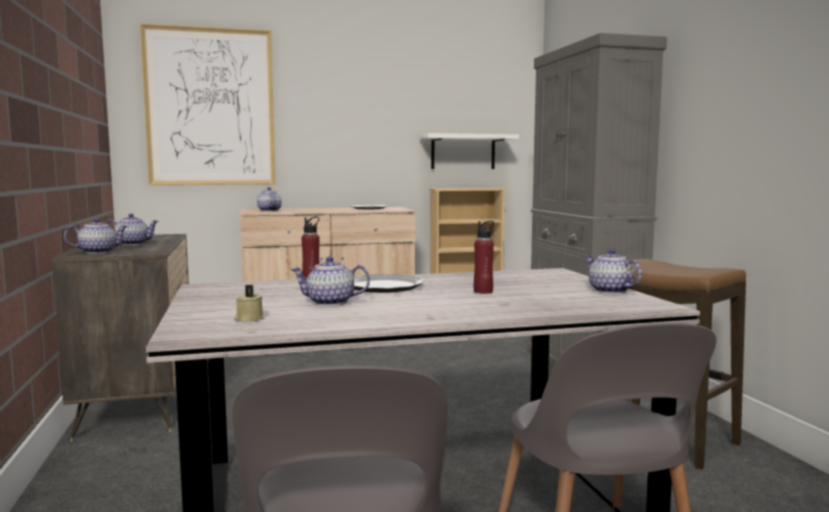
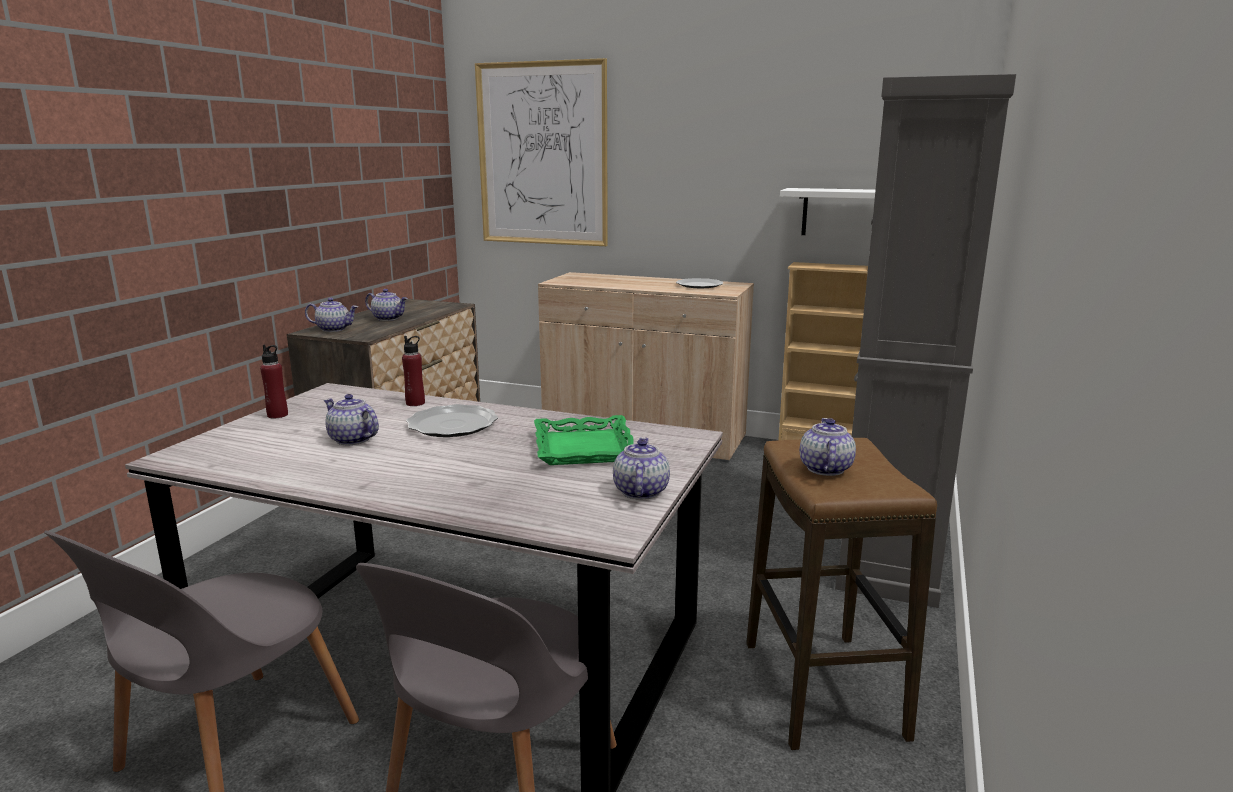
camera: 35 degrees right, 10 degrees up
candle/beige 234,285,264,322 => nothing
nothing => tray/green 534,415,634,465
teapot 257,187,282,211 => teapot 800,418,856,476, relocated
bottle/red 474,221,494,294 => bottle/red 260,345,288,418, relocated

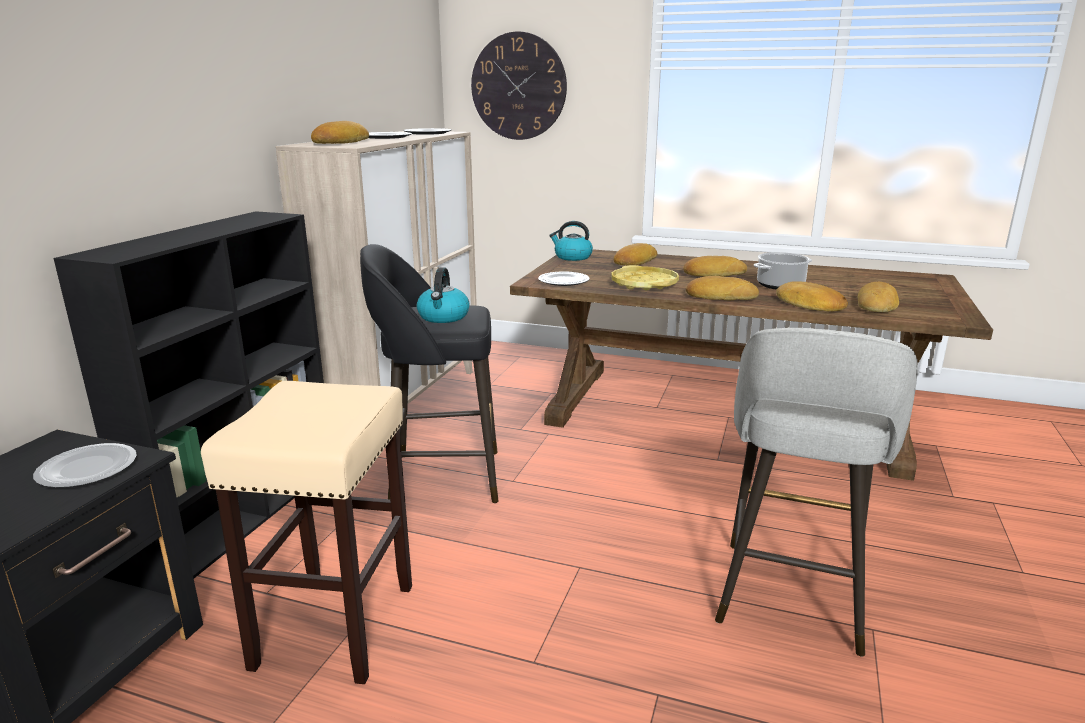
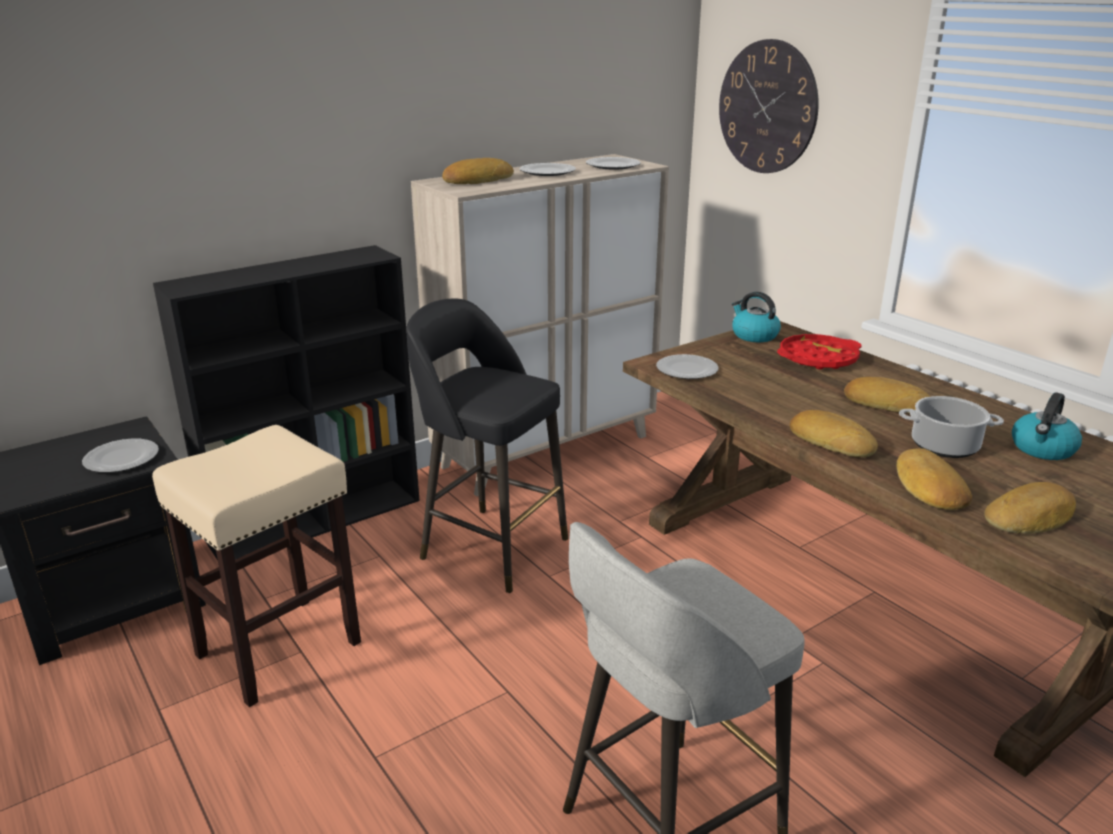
camera: 35 degrees right, 5 degrees up
tray/yellow 611,265,679,290 => nothing
kettle 417,268,469,323 => kettle 1012,392,1082,460, relocated
bread 614,243,657,266 => tray/red 777,334,862,369

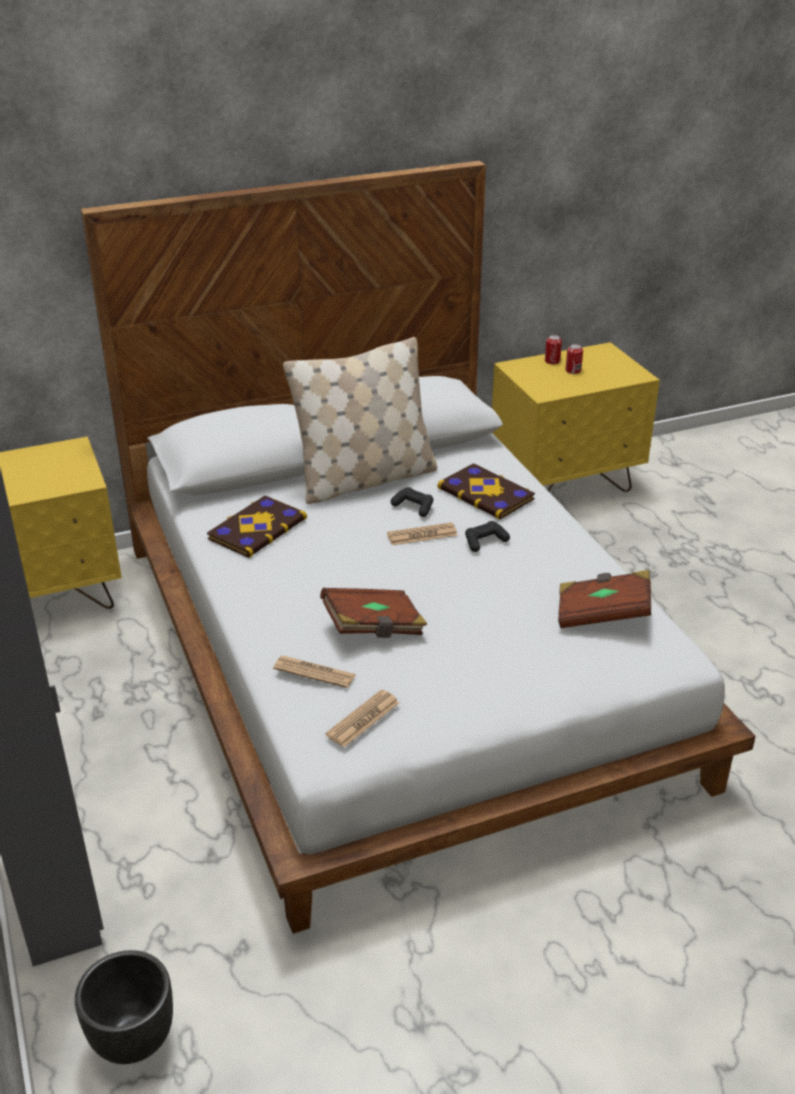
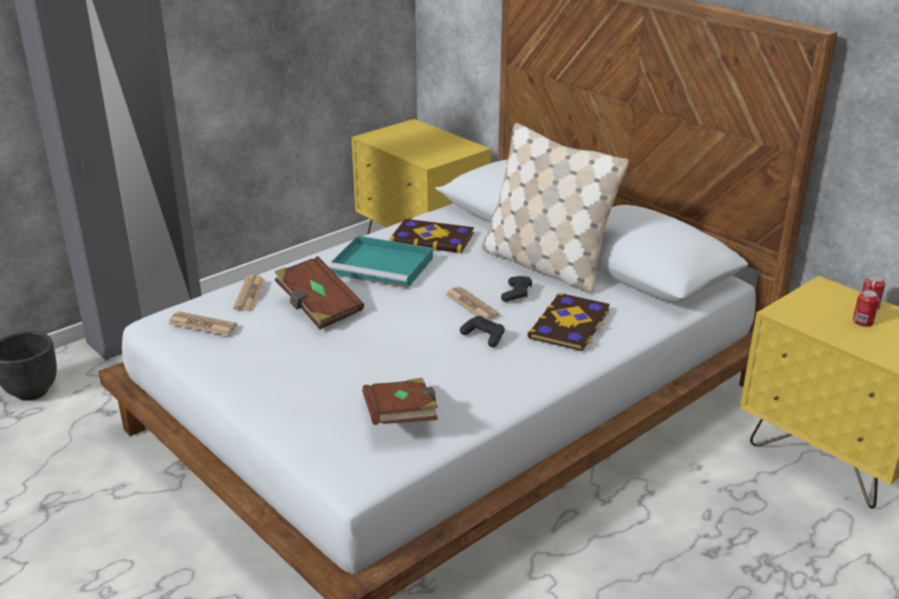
camera: 70 degrees right, 5 degrees down
nothing => tray/turquoise 329,236,433,288

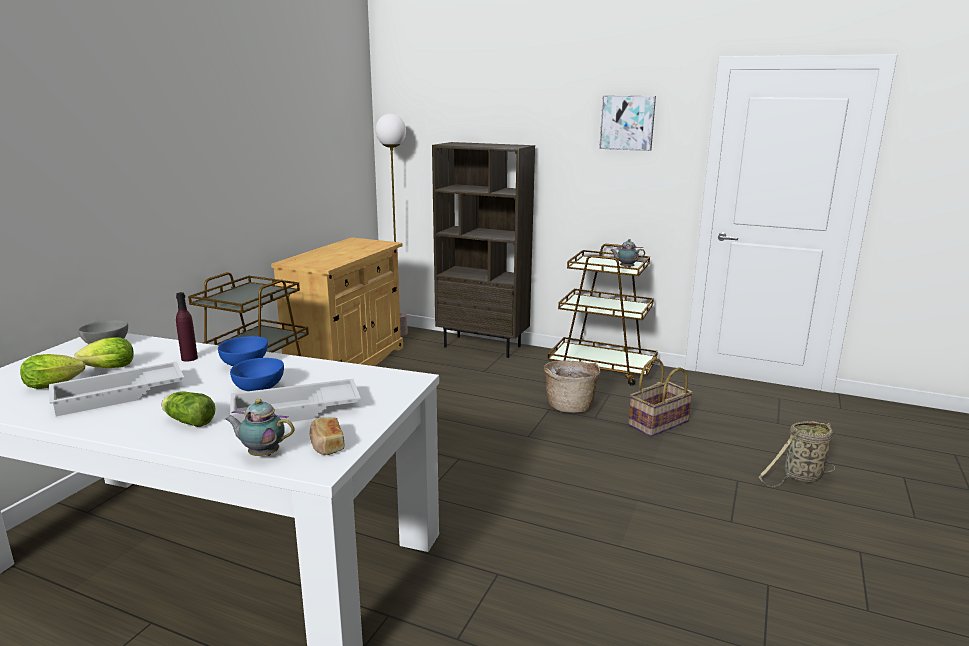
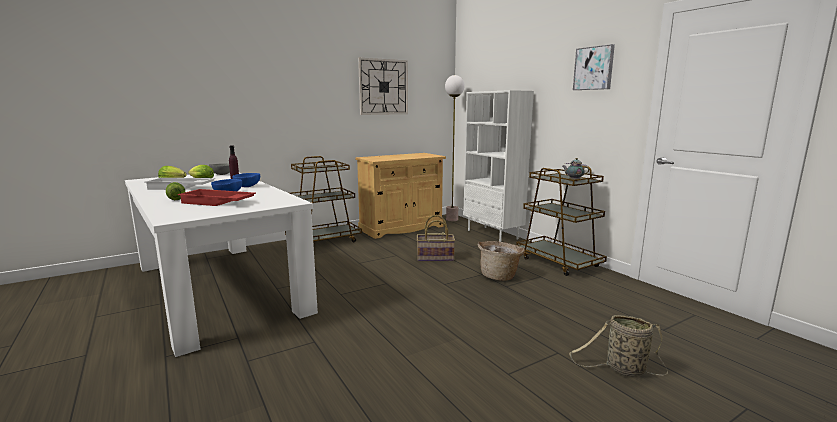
camera: 35 degrees right, 5 degrees down
teapot 225,399,295,456 => nothing
bread 310,417,345,455 => nothing
nothing => wall clock 358,58,408,115
basket 628,358,693,437 => basket 417,215,455,261, relocated
tray/white 230,379,361,423 => tray/red 178,189,256,206
bookcase/brown 432,142,535,358 => bookcase/white 463,90,534,242

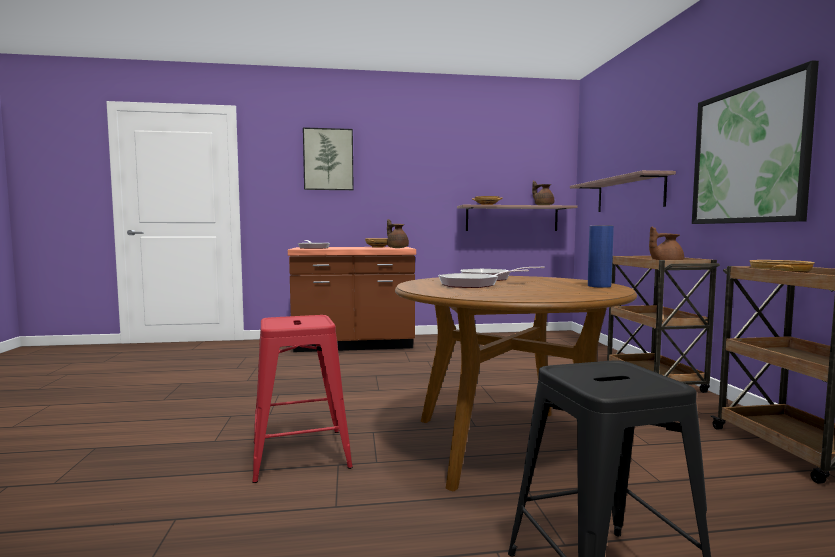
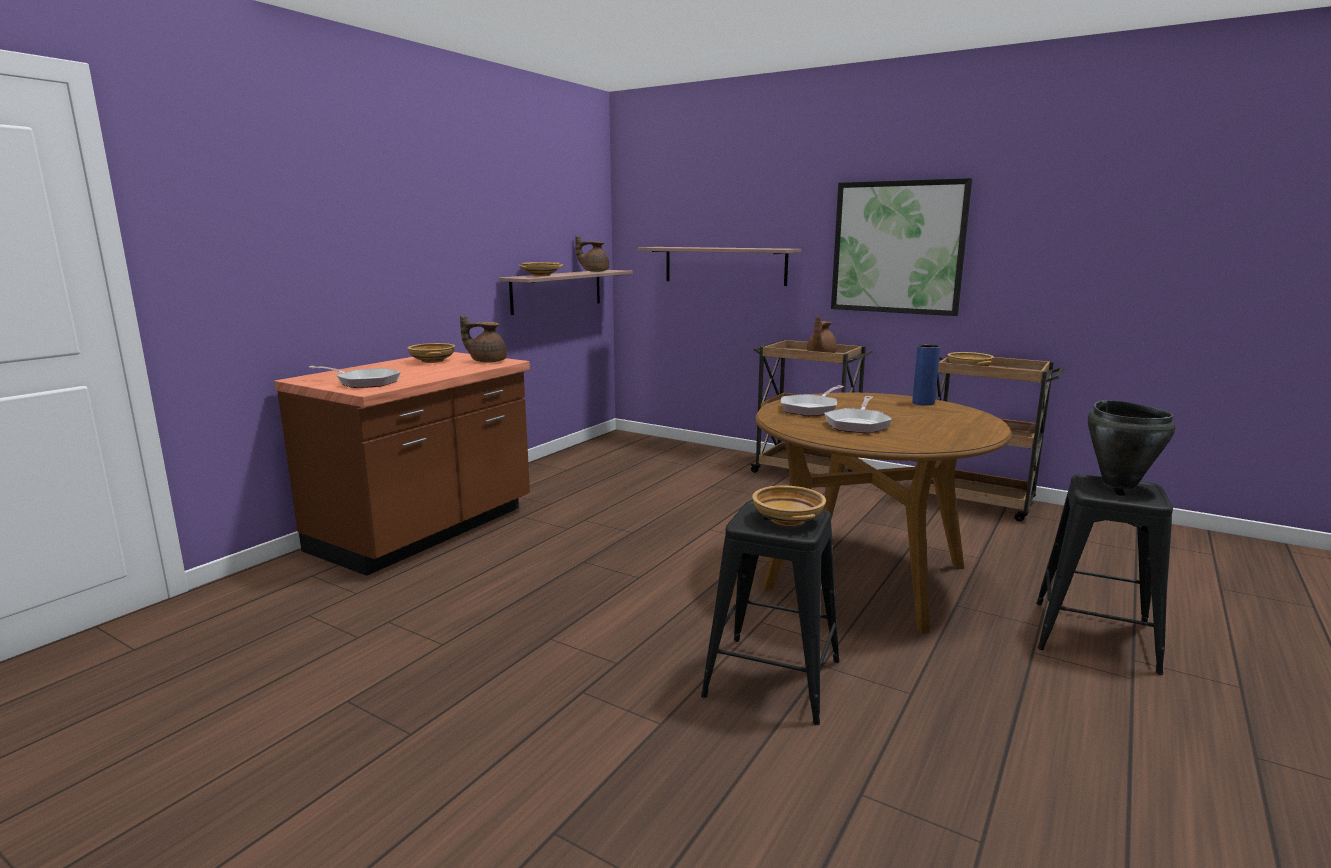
camera: 50 degrees left, 10 degrees up
picture 303,127,354,190 => nothing
nothing => bowl/beige 752,486,826,526
nothing => cooking pot/black 1088,400,1175,489
stool/red 252,315,353,483 => stool/black 701,500,840,725

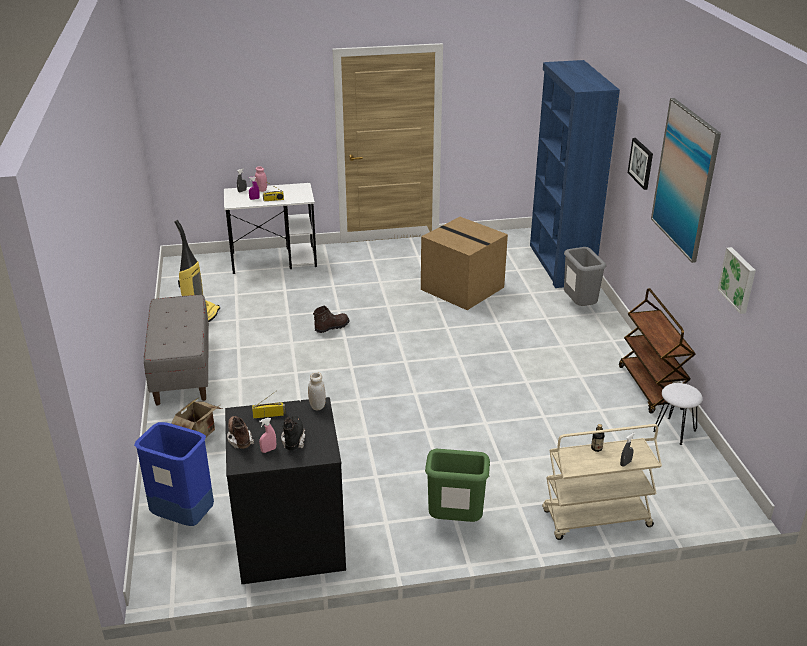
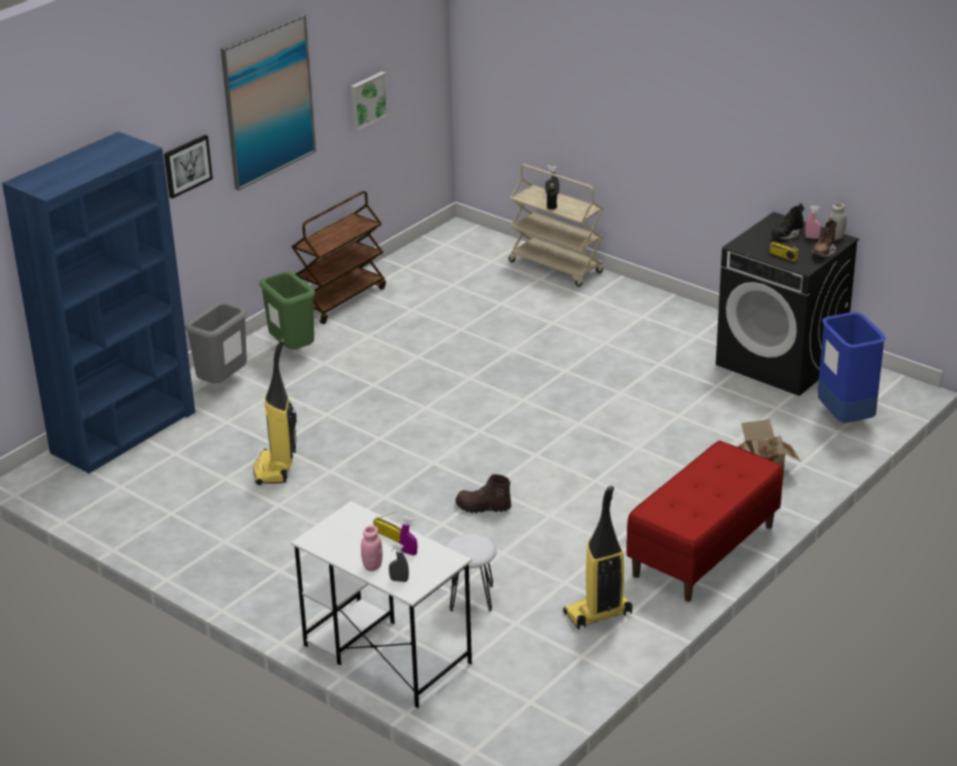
camera: 130 degrees left, 0 degrees up
jar/white 308,372,326,410 => jar/white 829,203,847,240, relocated
trash can/green 425,449,490,522 => trash can/green 259,271,315,350, relocated
stool/white 653,383,703,445 => stool/white 446,534,496,611, relocated
cardboard box 421,217,508,310 => vacuum cleaner 254,339,297,485
bench/grey 144,295,209,405 => bench/red 627,441,783,602

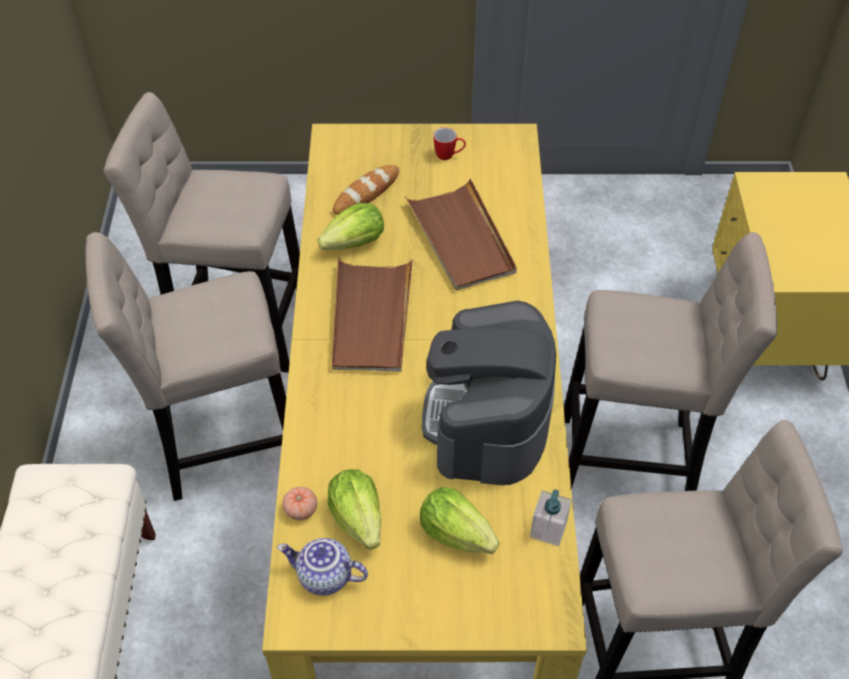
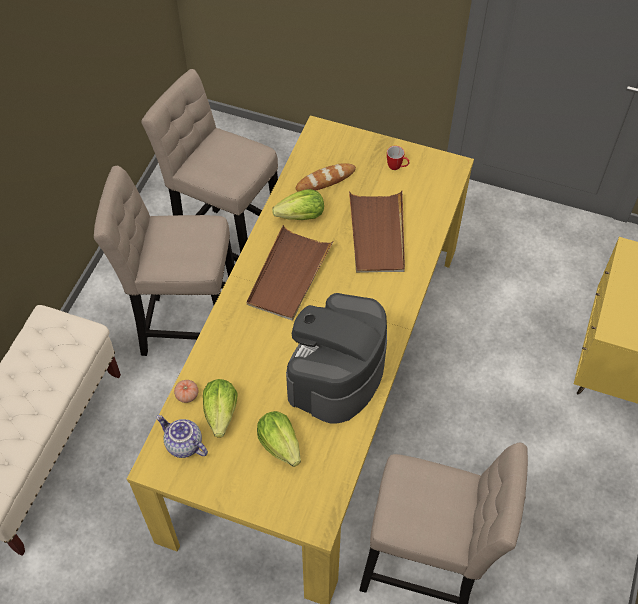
camera: 20 degrees right, 5 degrees up
soap dispenser 530,489,571,547 => nothing
stool/beige 564,232,777,491 => nothing

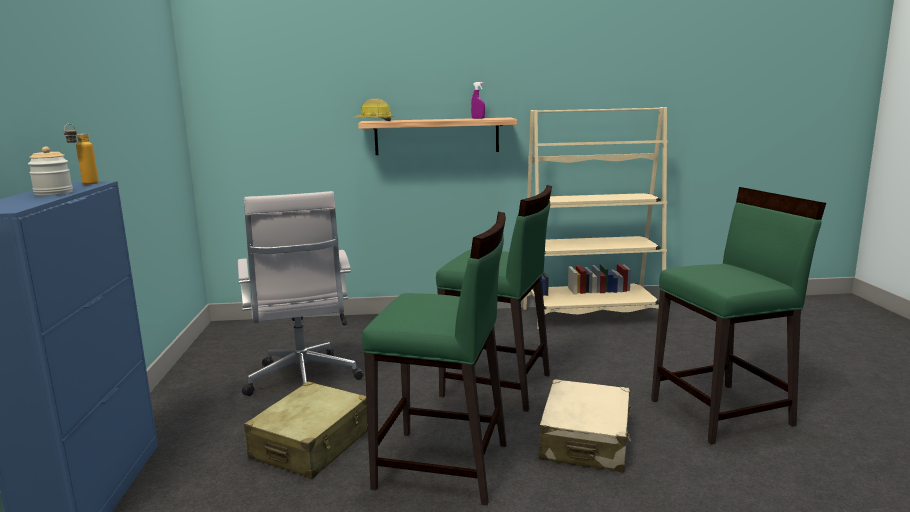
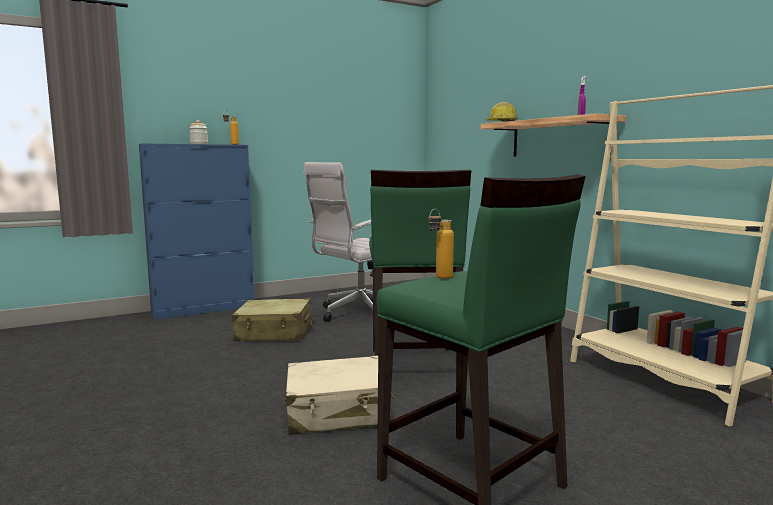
camera: 65 degrees right, 5 degrees down
stool/green 362,212,507,505 => nothing
nothing => bottle 428,209,454,279

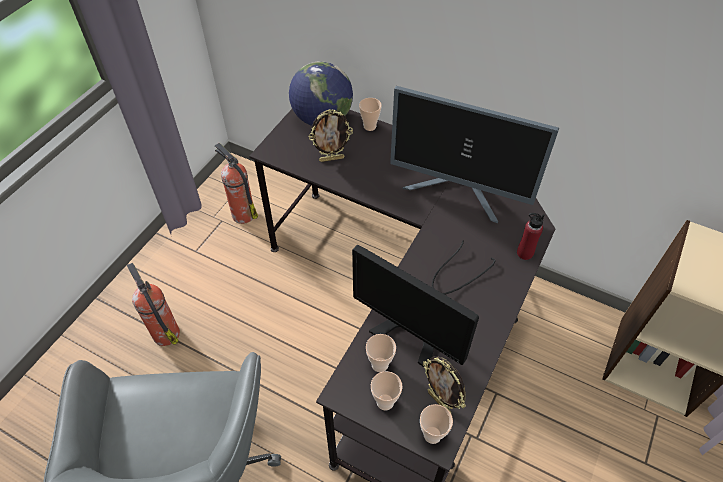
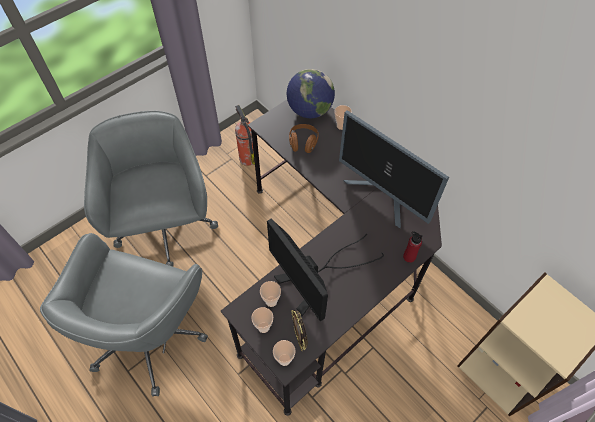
camera: 20 degrees right, 5 degrees up
fire extinguisher 127,263,180,346 => office chair/grey 84,111,218,267
picture frame 308,109,353,162 => headphones/brown 289,124,319,153

